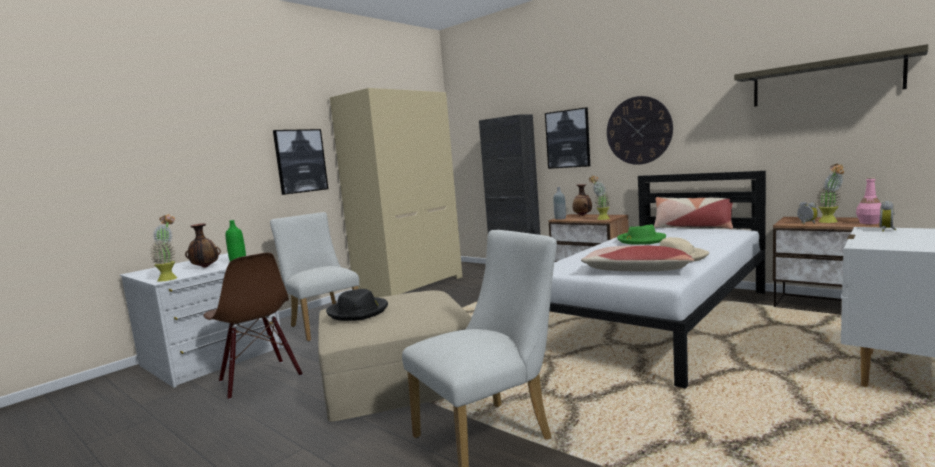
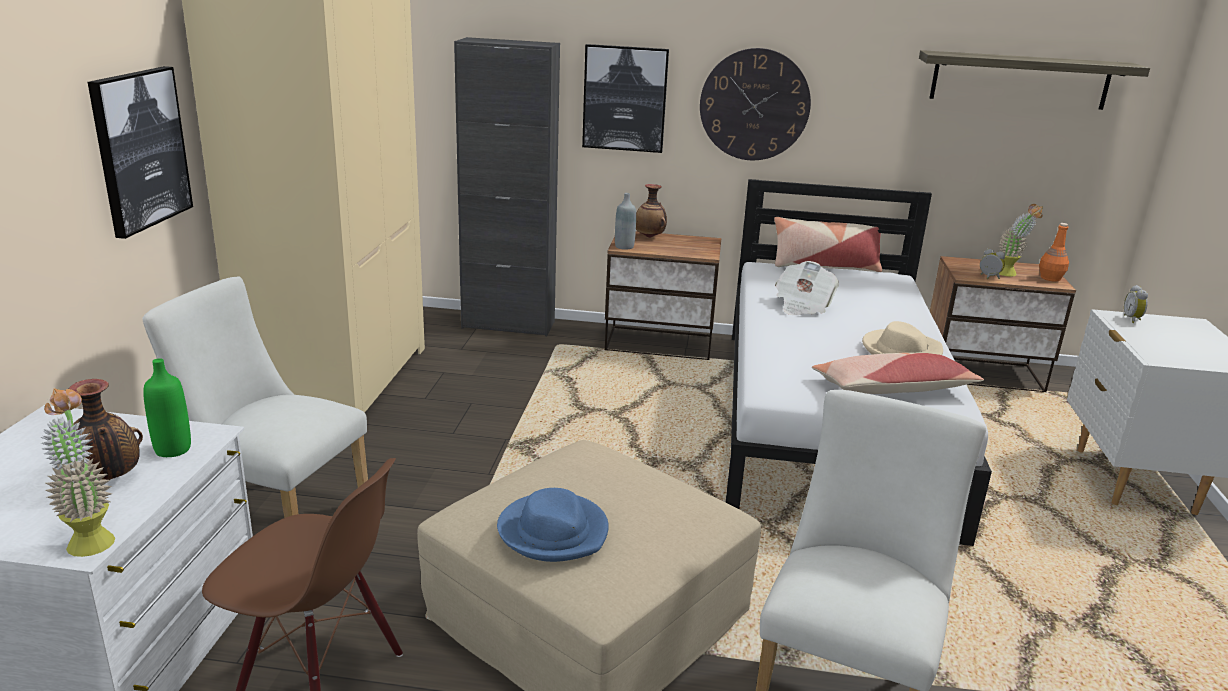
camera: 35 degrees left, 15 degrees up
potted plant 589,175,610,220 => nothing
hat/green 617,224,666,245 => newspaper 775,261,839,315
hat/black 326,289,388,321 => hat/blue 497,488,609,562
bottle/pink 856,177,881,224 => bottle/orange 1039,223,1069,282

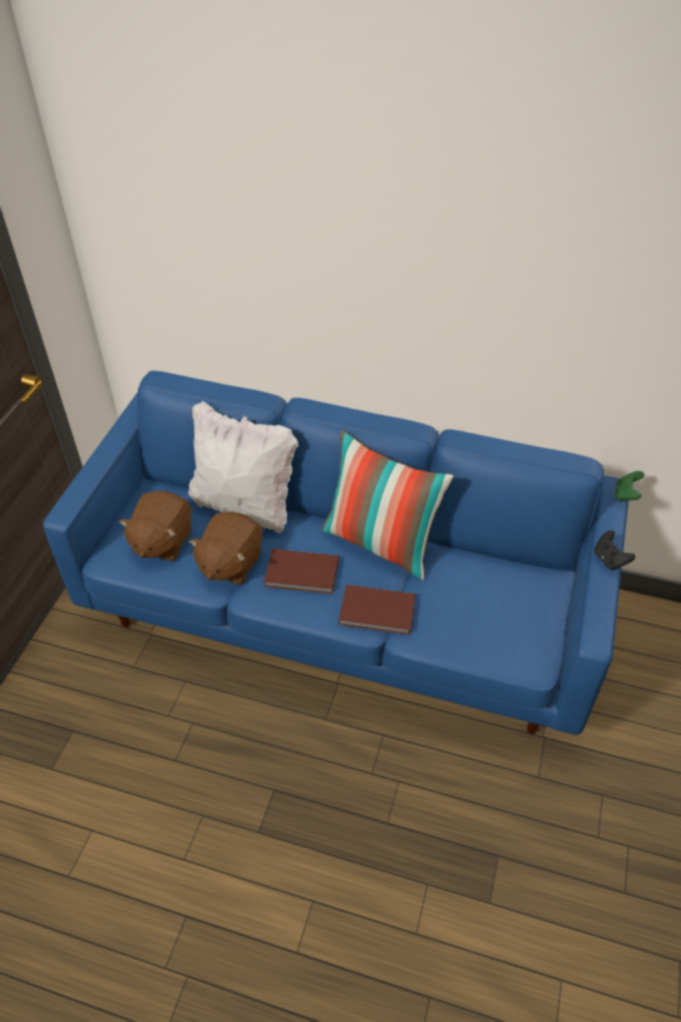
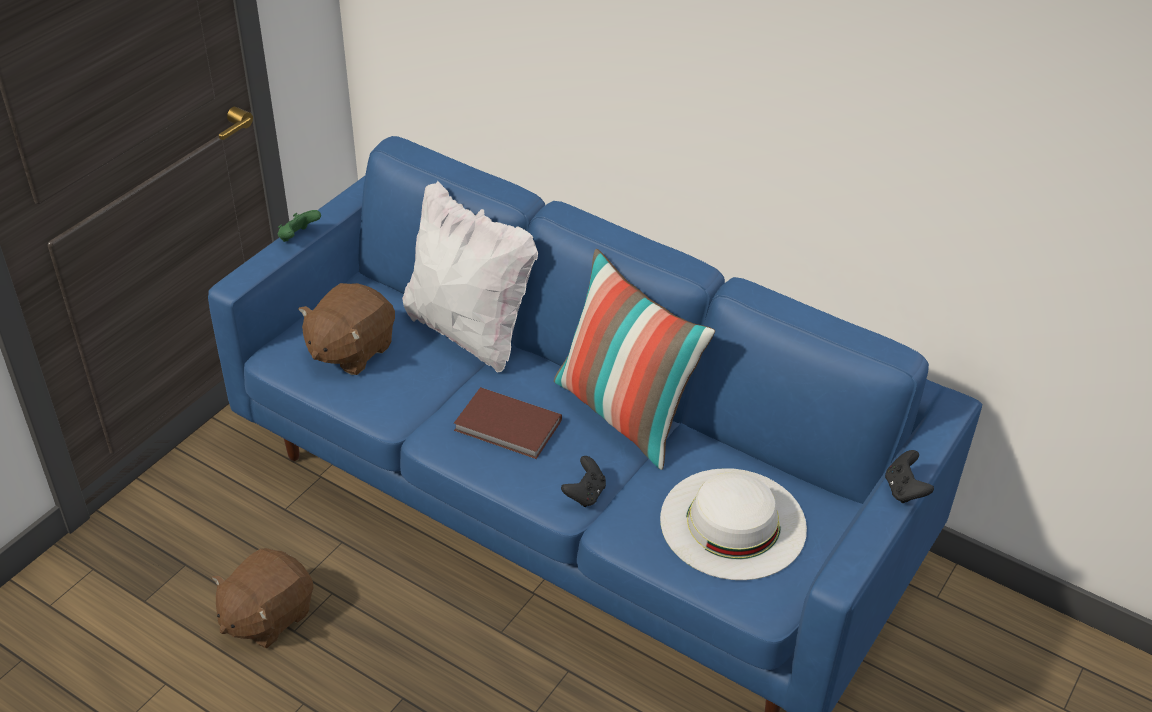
camera: 15 degrees right, 5 degrees down
nothing => hat/white 660,468,807,580
plush toy/brown 189,512,263,585 => plush toy/brown 212,548,314,648, relocated
game controller/green 615,471,644,502 => game controller/green 278,210,321,242, relocated
book/brown 339,584,416,635 => game controller/black 561,456,606,507

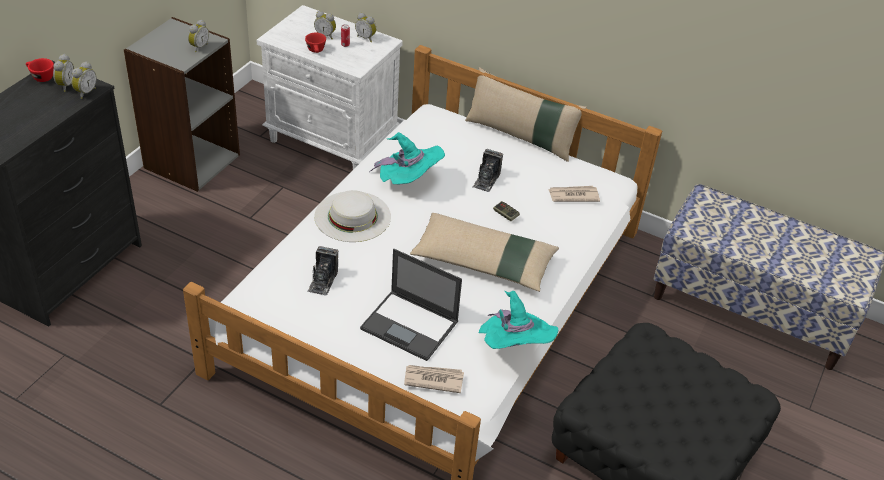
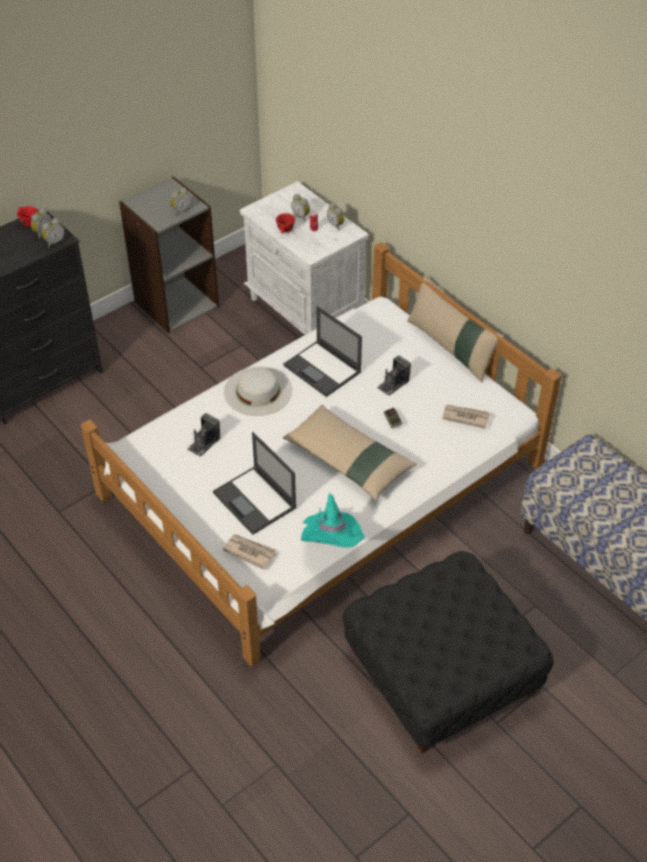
camera: 25 degrees right, 5 degrees up
hat/turquoise 369,132,445,184 => laptop 283,306,362,397

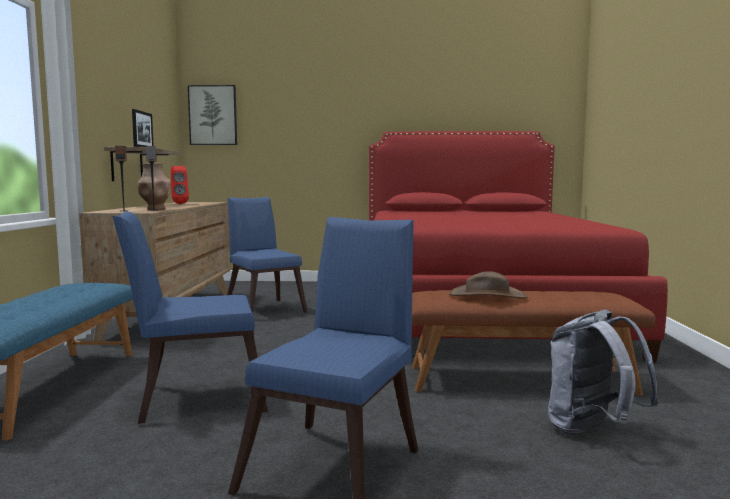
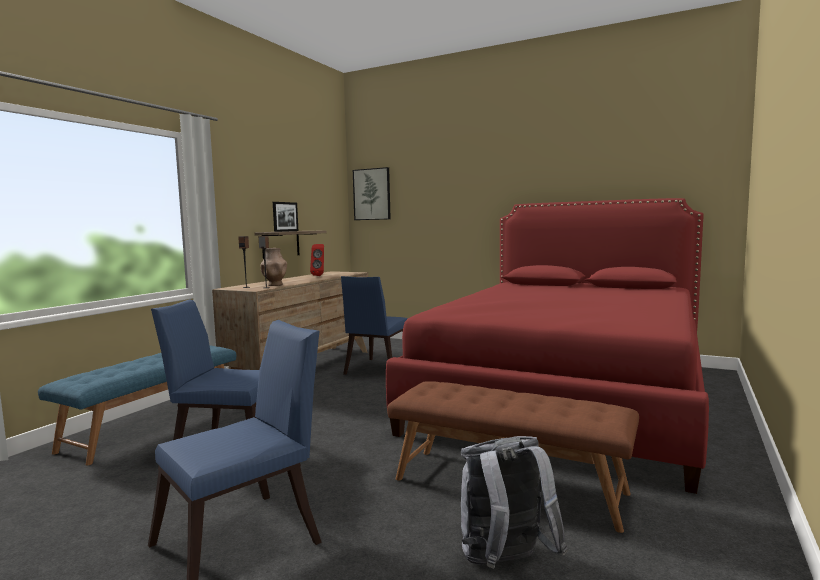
camera: 25 degrees right, 0 degrees up
hat/brown 449,271,528,299 => nothing
chair/blue 227,197,308,313 => chair/blue 341,276,408,375, 150 degrees counterclockwise

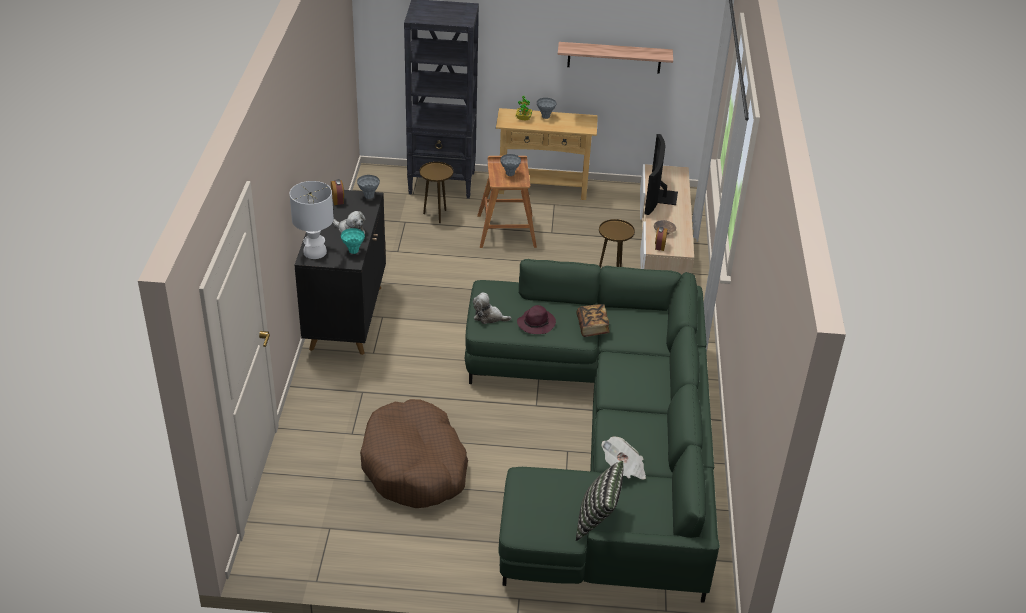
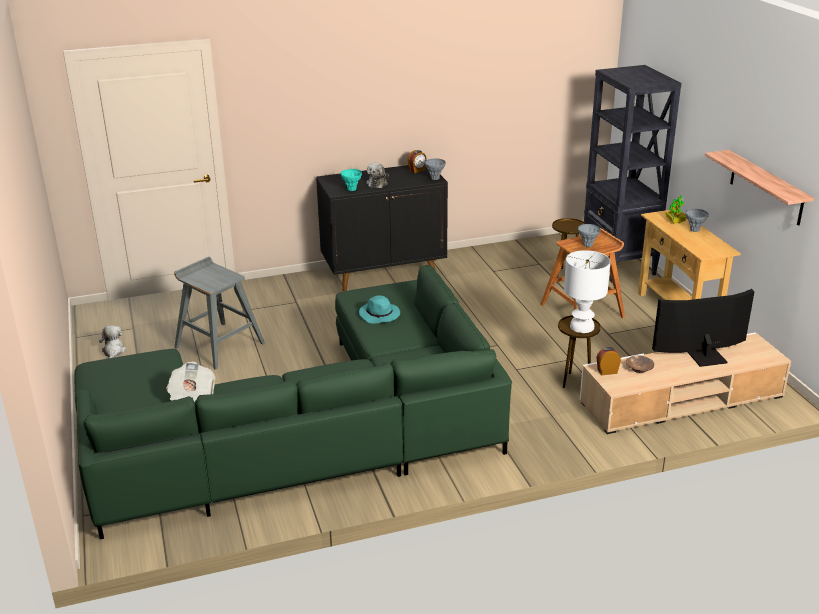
camera: 70 degrees right, 10 degrees down
pillow 576,460,624,541 => nothing
book 577,304,609,337 => nothing
table lamp/white 290,181,334,259 => table lamp/white 564,250,611,333, relocated
plush toy 473,292,511,324 => plush toy 99,325,127,358, relocated
dog bed/brown 360,399,468,508 => stool/grey 174,257,265,370
hat/purple 517,305,556,334 => hat/turquoise 359,295,400,324

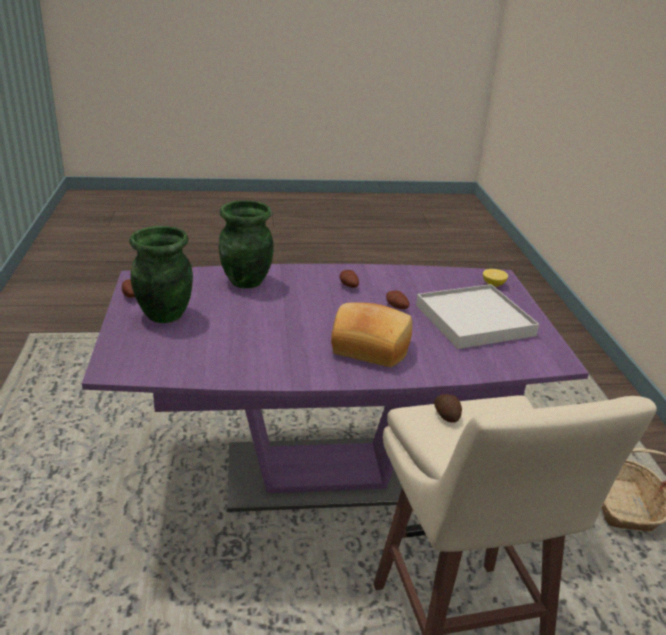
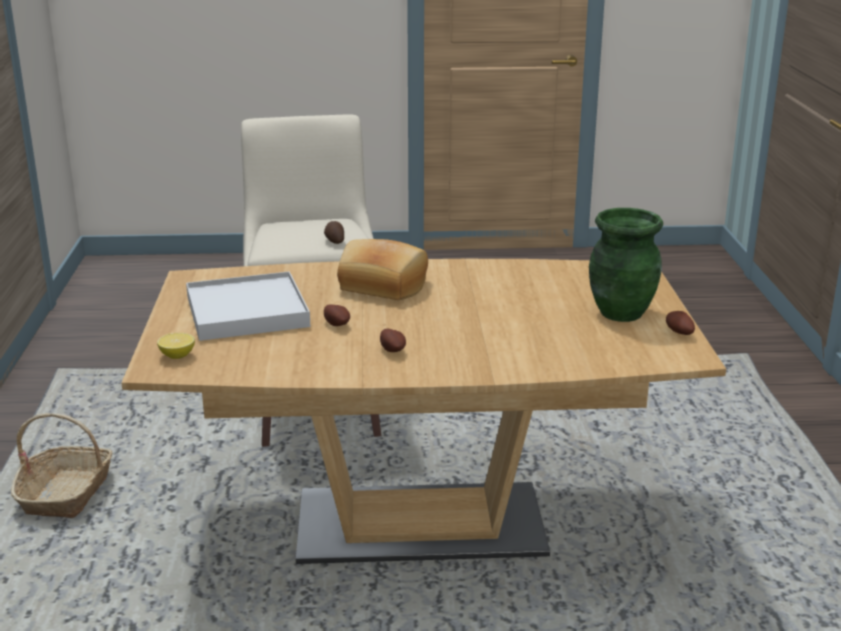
camera: 175 degrees left, 5 degrees down
vase/green 219,200,274,288 => nothing
dining table/purple 82,264,589,512 => dining table/brown 121,259,726,564

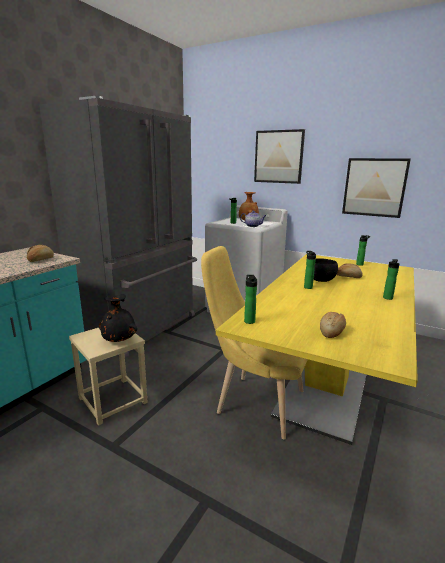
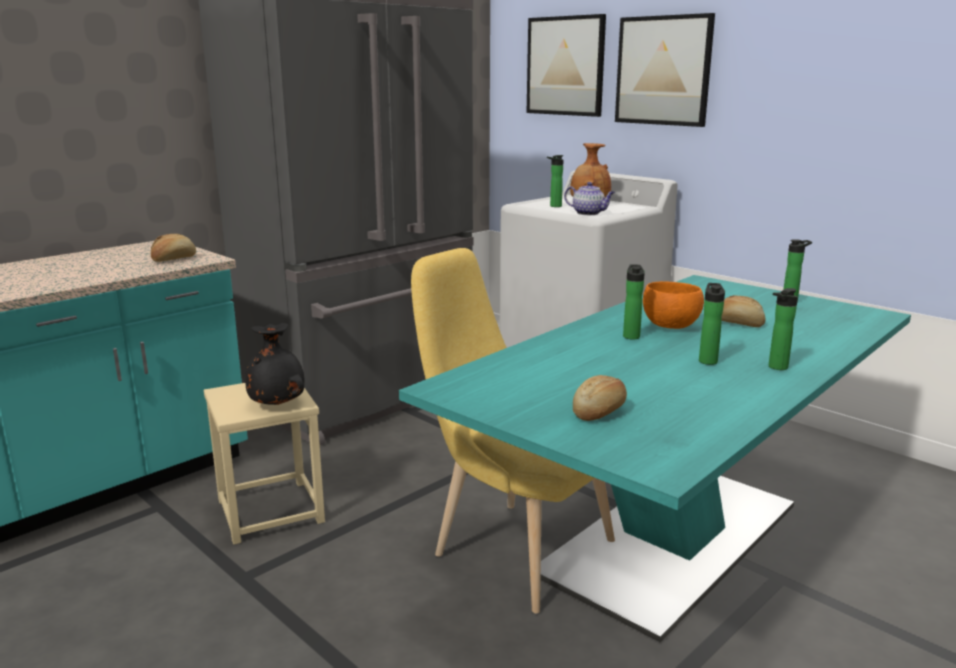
camera: 15 degrees right, 0 degrees up
bottle 244,275,257,324 => bottle 699,283,725,365, relocated
picture 342,158,411,218 => picture 527,14,606,117, relocated
dining table/yellow 216,254,418,445 => dining table/turquoise 399,275,911,642
bowl/black 314,258,338,282 => bowl/orange 643,281,704,329

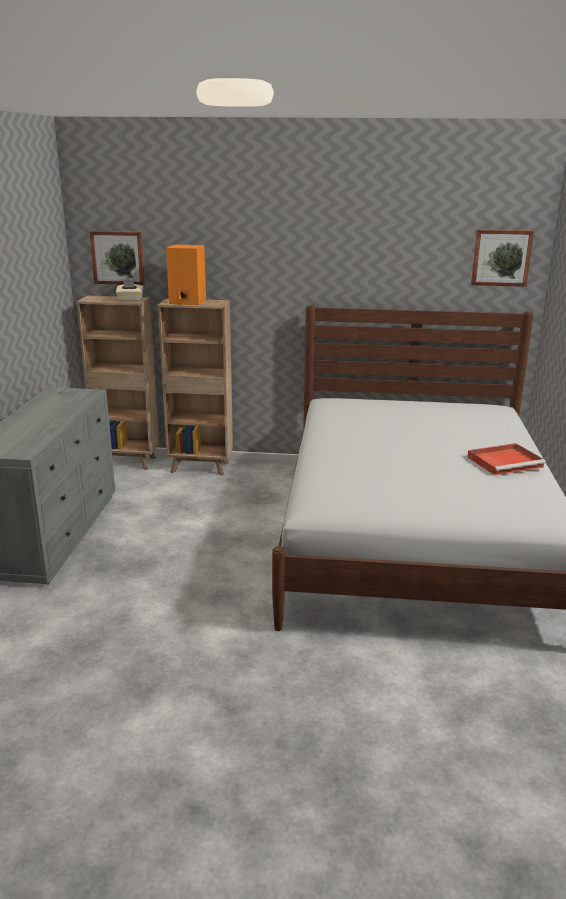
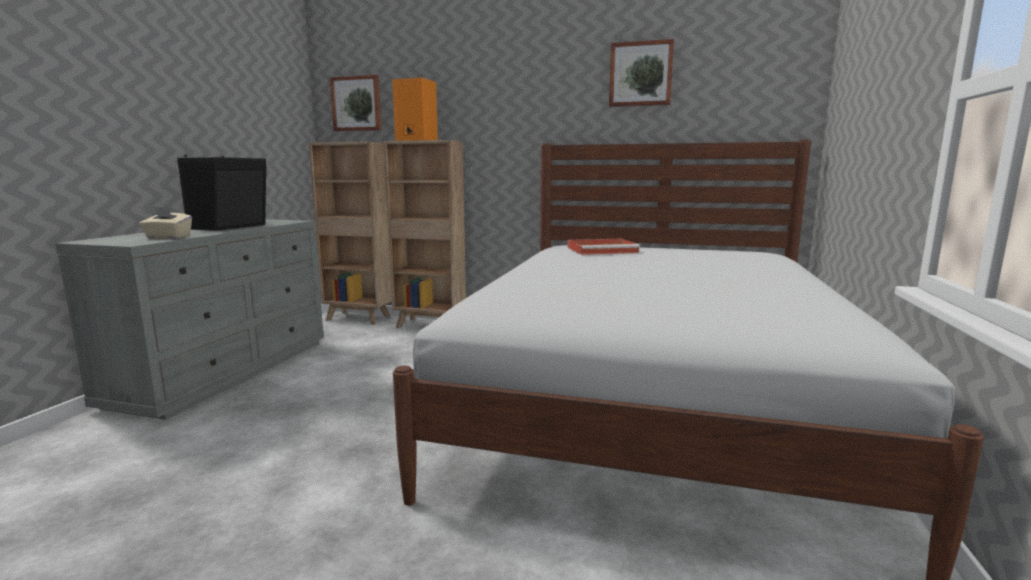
camera: 10 degrees right, 10 degrees down
nothing => speaker/black 177,155,267,231
tissue box/beige 116,281,143,302 => tissue box/beige 139,207,192,239, relocated
tray/red 467,443,546,475 => tray/red 568,239,640,255, relocated
picture 471,229,534,287 => picture 609,39,674,107, relocated

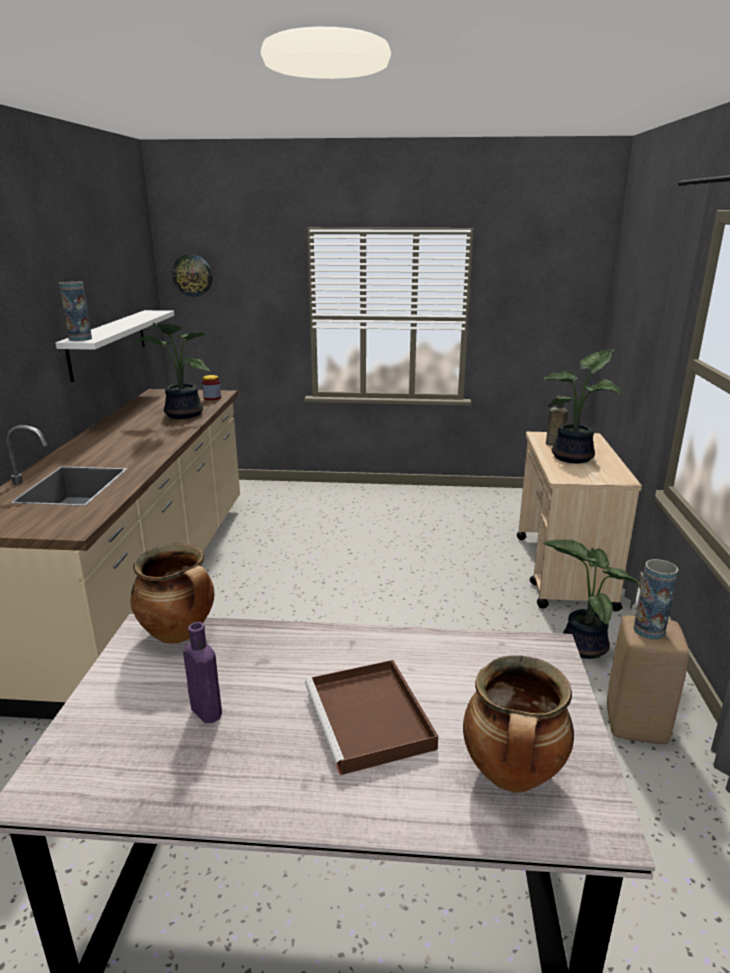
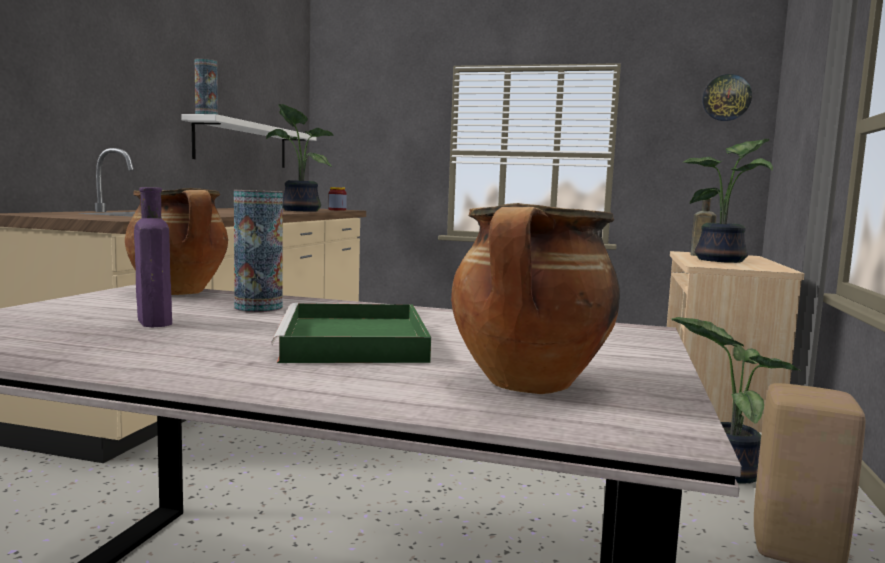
camera: 10 degrees right, 15 degrees down
wall clock 172,254,212,297 => wall clock 703,74,752,121, relocated
vase 634,559,678,639 => vase 234,190,283,312, relocated
tray/brown 305,660,438,775 => tray/green 271,303,431,363

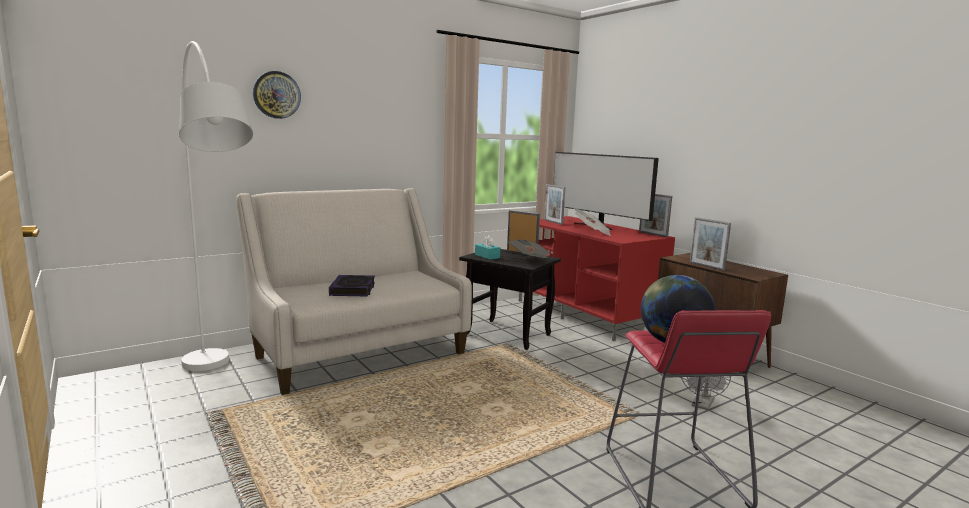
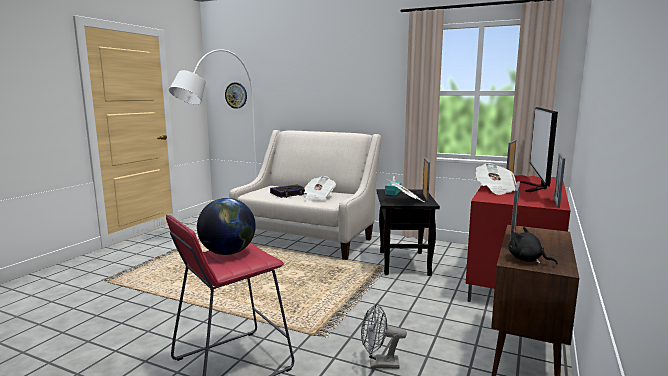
camera: 60 degrees right, 0 degrees up
nothing => newspaper 304,176,336,201
nothing => plush toy/black 508,227,558,265
wall clock 253,71,301,119 => wall clock 225,82,247,109, relocated

